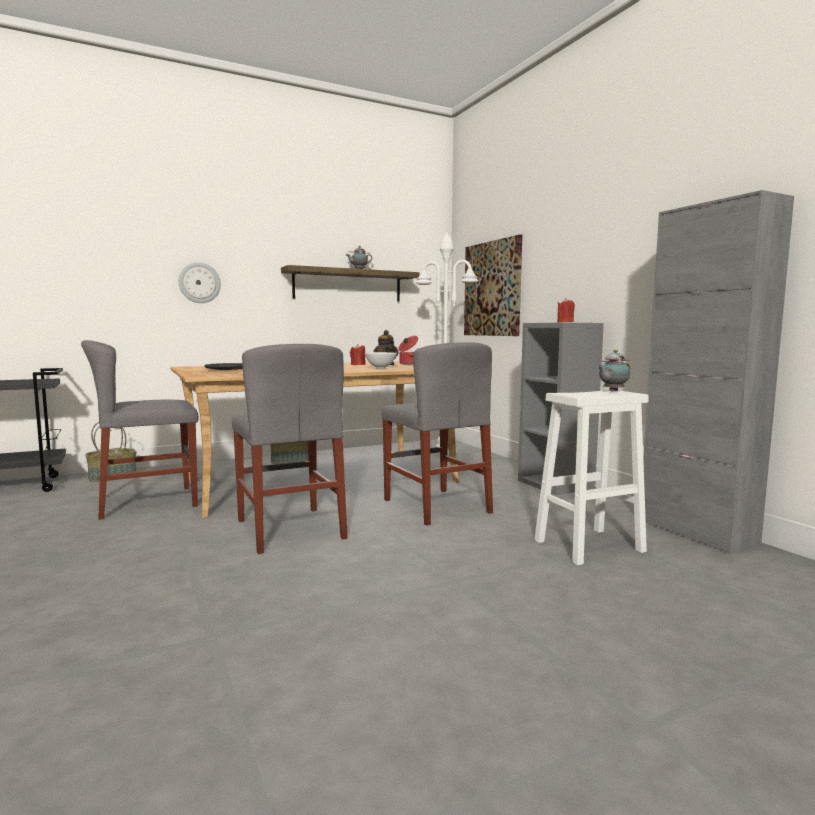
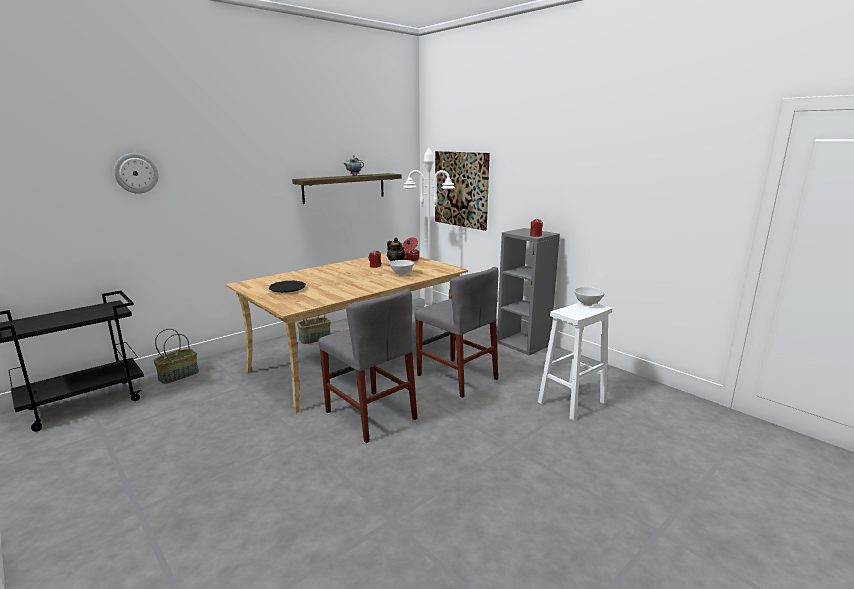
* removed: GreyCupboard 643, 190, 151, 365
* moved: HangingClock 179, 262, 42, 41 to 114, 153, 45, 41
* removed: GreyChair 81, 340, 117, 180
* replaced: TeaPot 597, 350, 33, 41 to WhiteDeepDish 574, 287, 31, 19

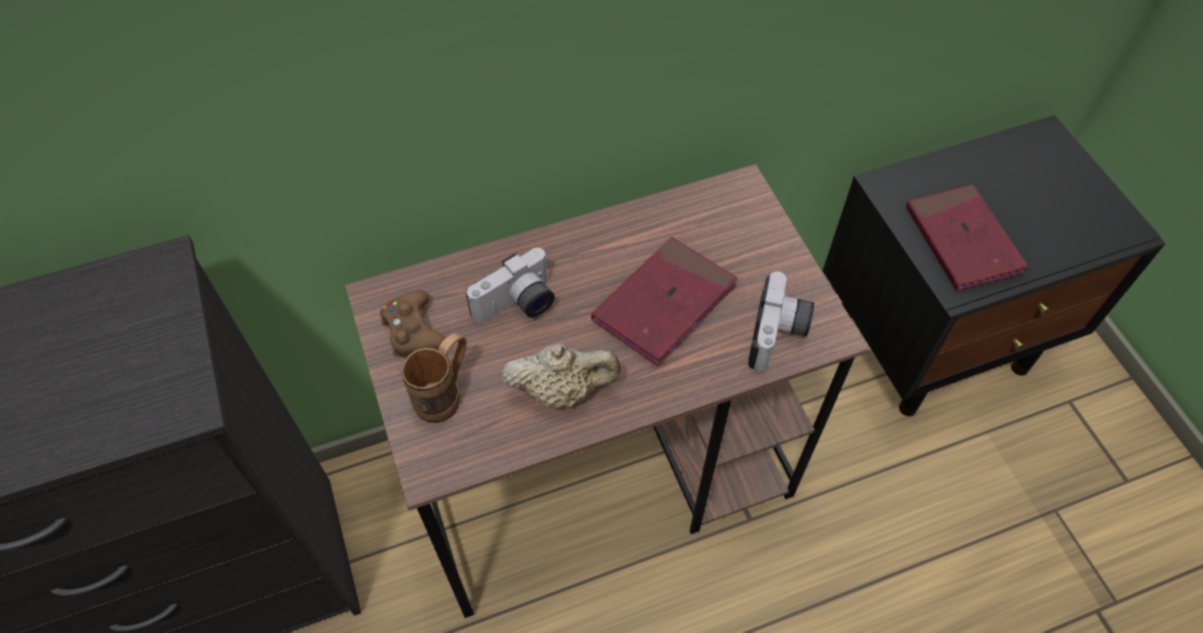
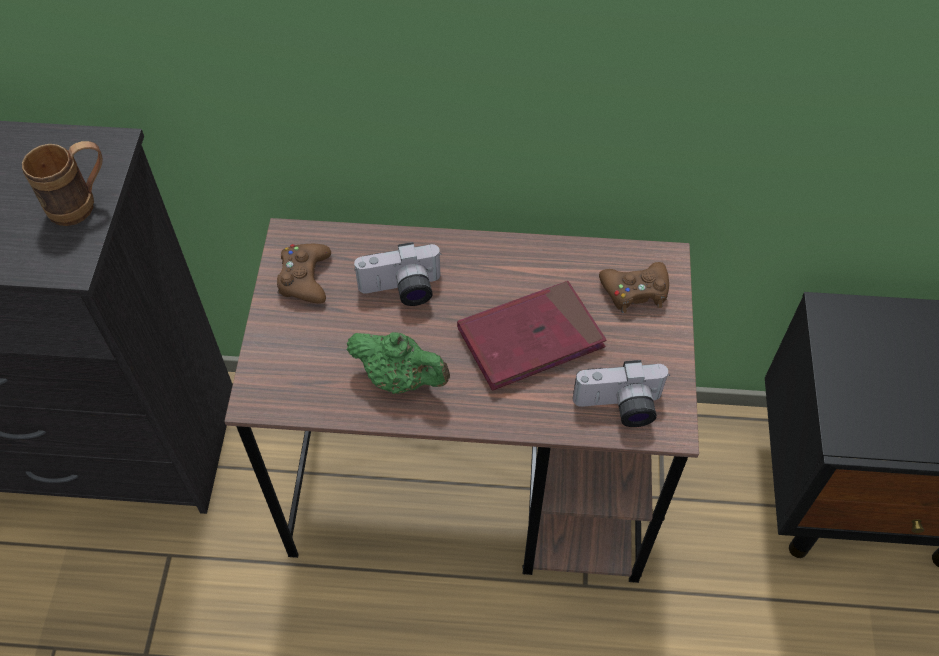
* removed: ReddishVolume 906, 184, 122, 107
* turned: StillCamera 748, 271, 66, 100 = 573, 360, 97, 67 45 degrees clockwise
* moved: BrownishTeaMug 401, 333, 66, 90 to 22, 141, 81, 85
* recoloured: BeigeTeaPot 501, 344, 120, 64 to GreenTeaPot 346, 332, 104, 62
* added: BrownishJoypad 599, 262, 70, 51

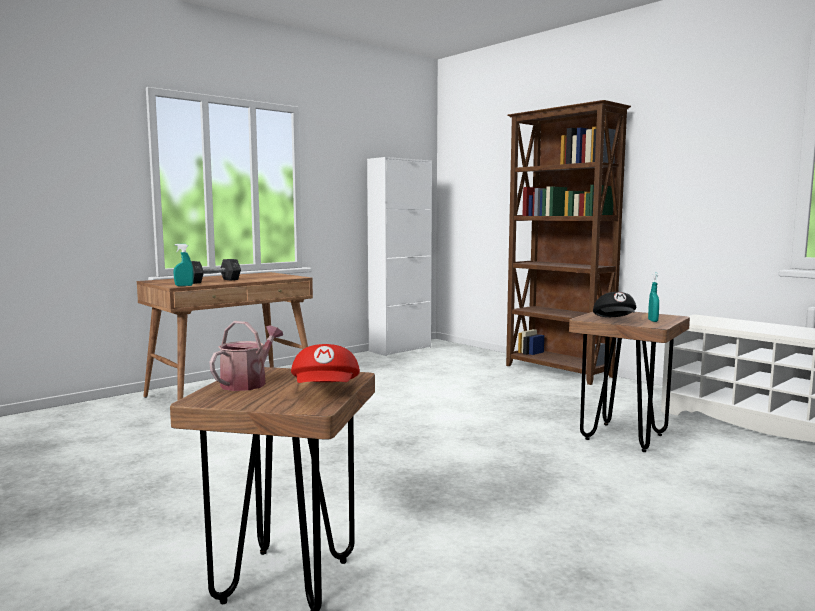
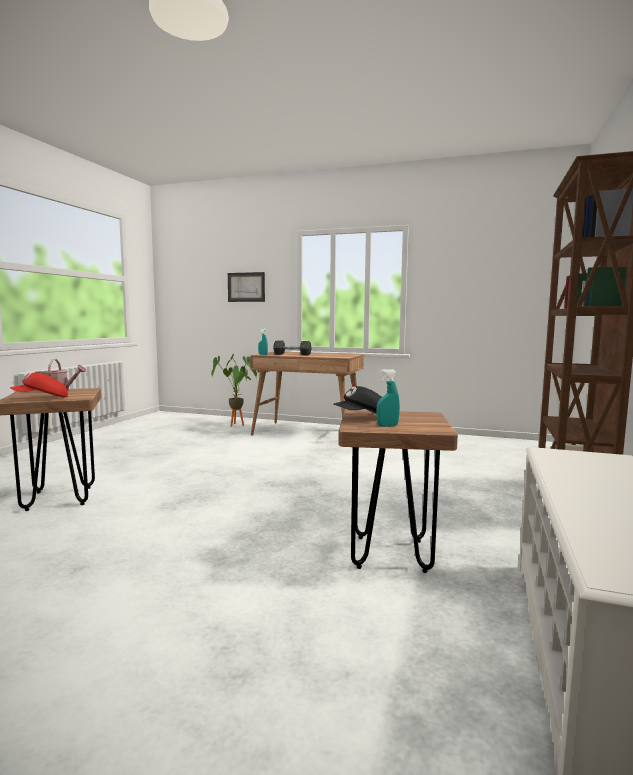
* removed: WhiteCupboard 367, 157, 65, 199
* added: WallArt 228, 272, 37, 30
* added: PottedPlant 211, 354, 46, 73

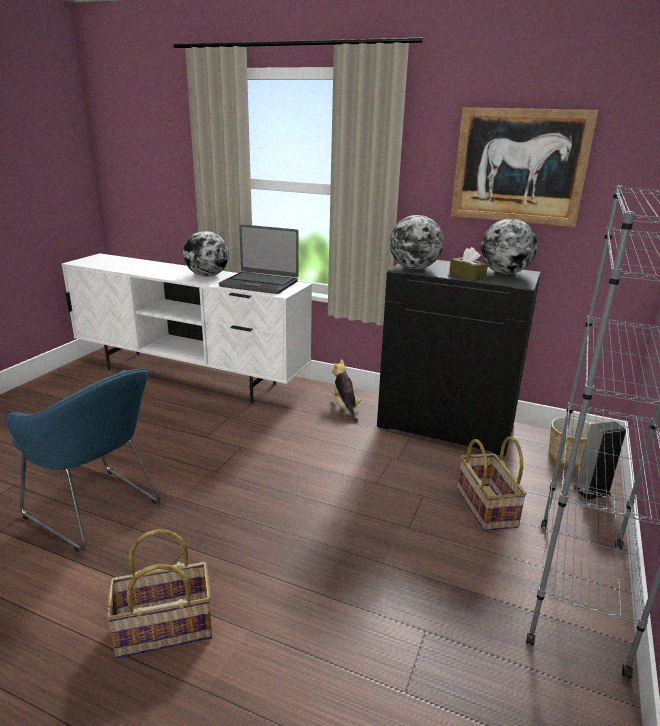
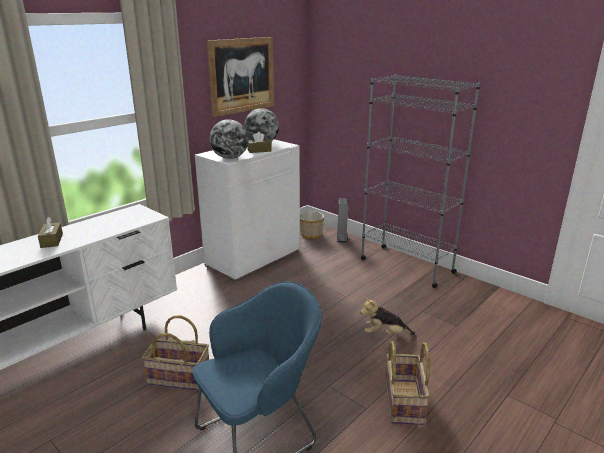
* removed: Laptop 219, 224, 80, 70
* replaced: WorldGlobe 183, 231, 46, 46 to BrownishBoxOfTissues 38, 217, 25, 31
* recoloured: BlackishCupboard 377, 260, 164, 196 to WhiteCupboard 195, 139, 105, 142
* moved: PlushToy 332, 359, 29, 64 to 360, 297, 55, 38
* moved: StorageBasket 457, 436, 70, 95 to 142, 316, 67, 75

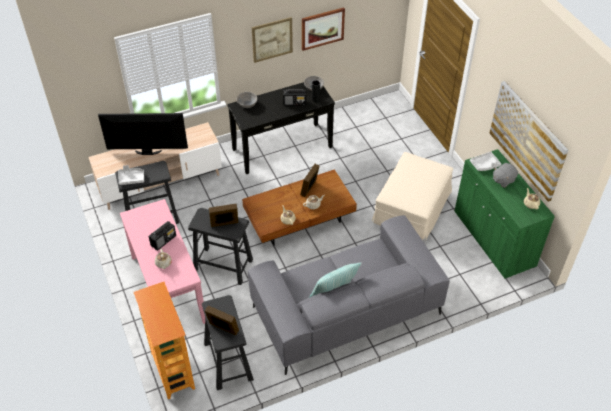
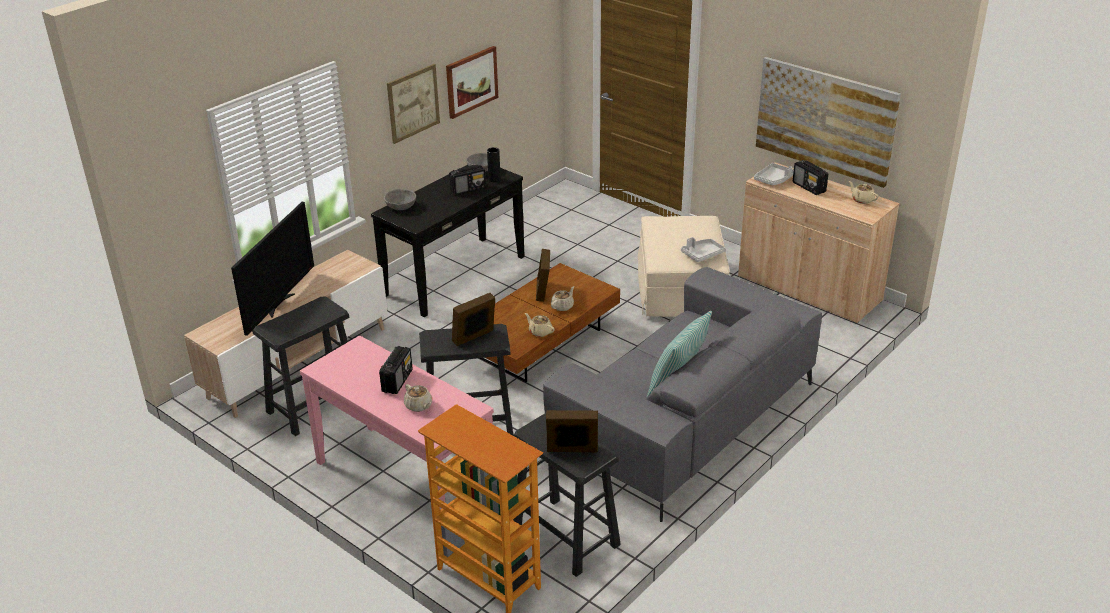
* turned: Television 98, 113, 90, 42 = 231, 202, 83, 134 135 degrees clockwise
* recoloured: GreenCupboard 455, 149, 100, 130 to BeigeCupboard 738, 162, 162, 162
* replaced: GreyPlushToy 493, 163, 25, 25 to Radio 793, 160, 35, 35
* moved: GreyServingTray 119, 165, 25, 20 to 681, 237, 44, 25

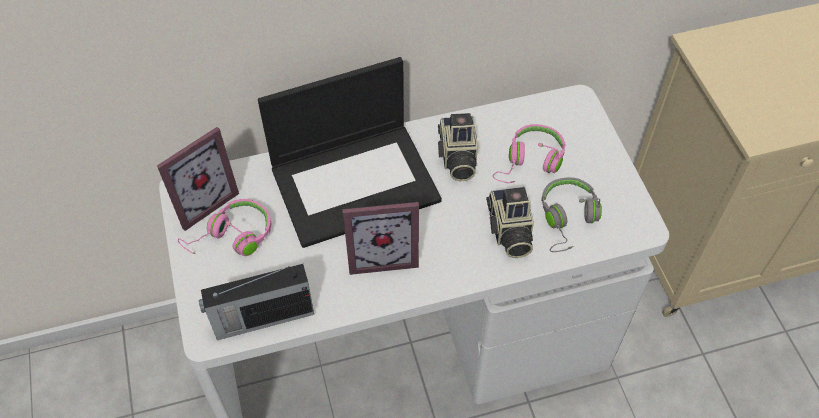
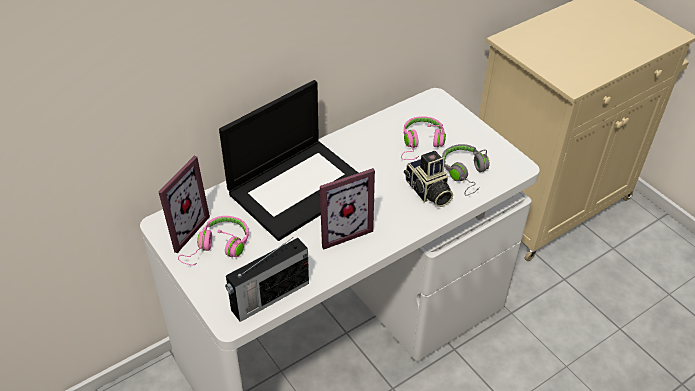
* removed: StillCamera 438, 113, 40, 68

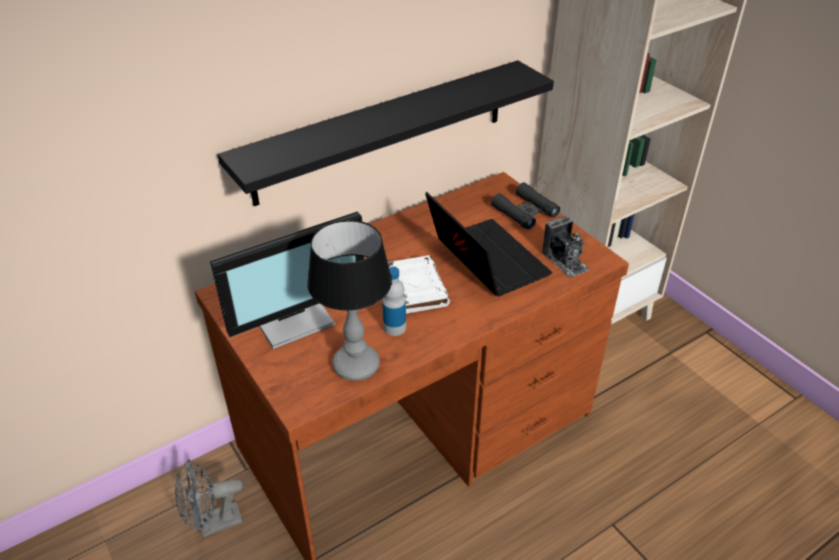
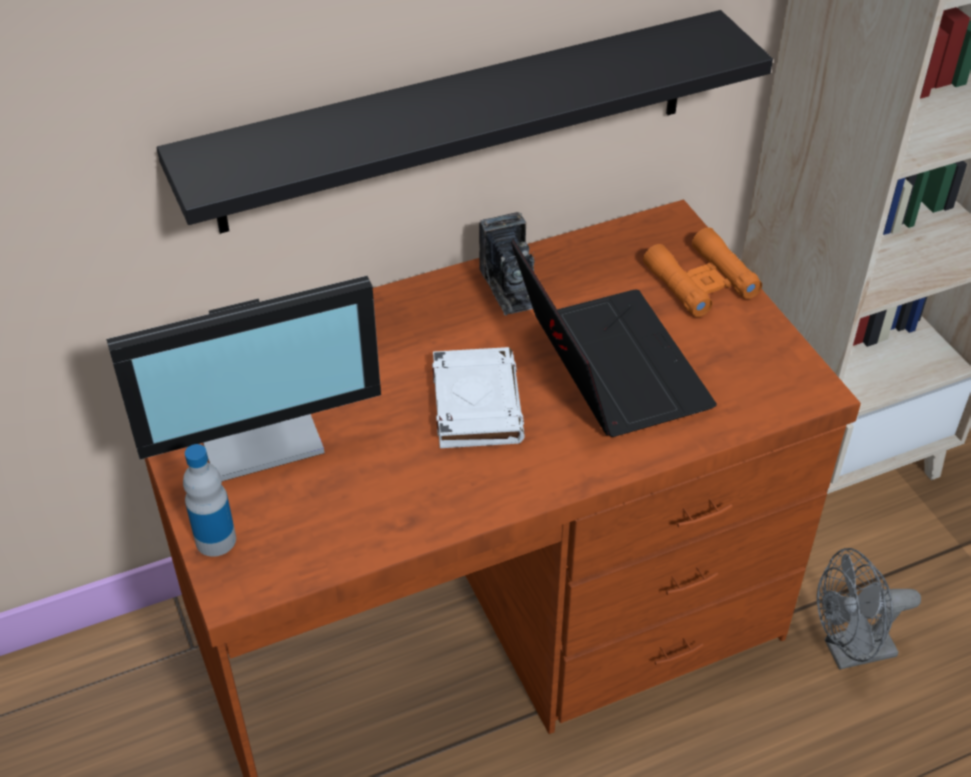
* recoloured: BlackishPairOfBinoculars 491, 182, 69, 48 to OrangePairOfBinoculars 643, 227, 119, 90
* moved: StillCamera 542, 216, 48, 62 to 479, 212, 55, 104
* removed: TableLamp 307, 220, 85, 161
* moved: DrinkBottle 382, 267, 24, 69 to 183, 444, 53, 113
* moved: GreyFan 175, 459, 68, 79 to 817, 548, 104, 122

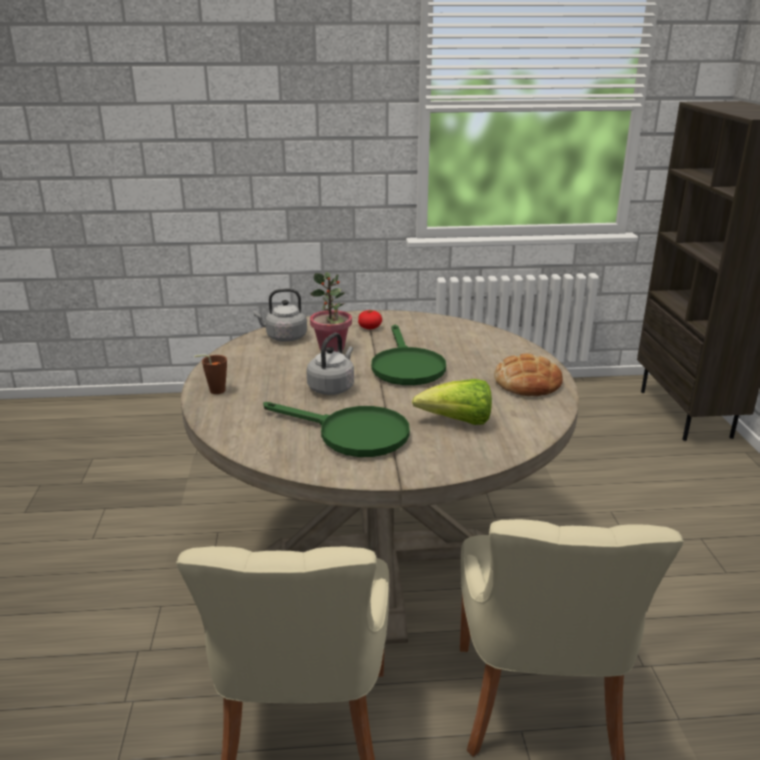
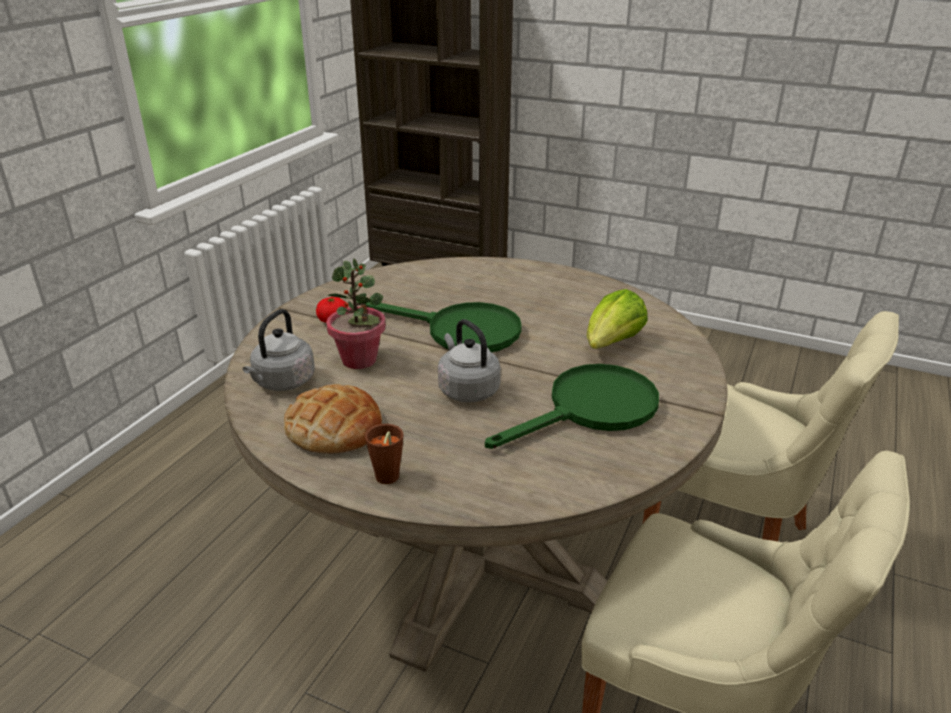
* moved: BakeryBread 494, 353, 69, 43 to 284, 384, 98, 70

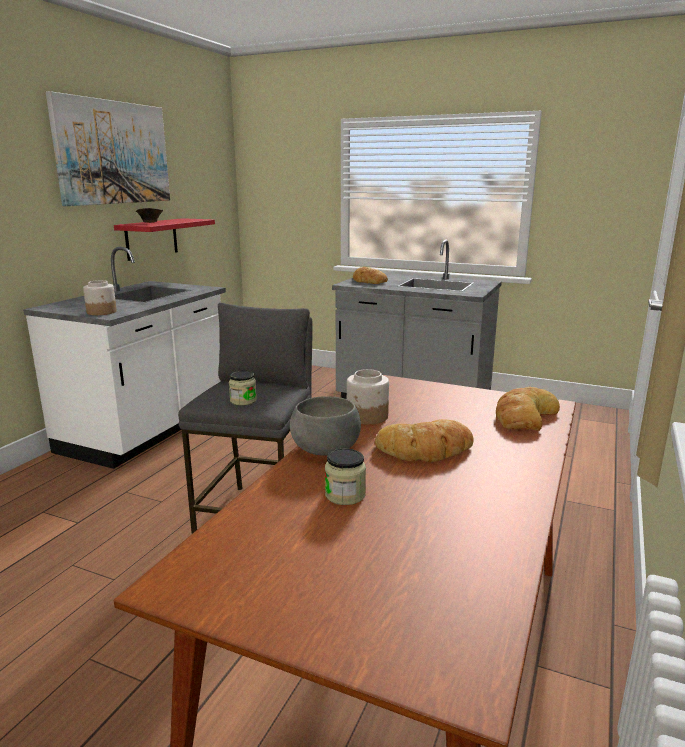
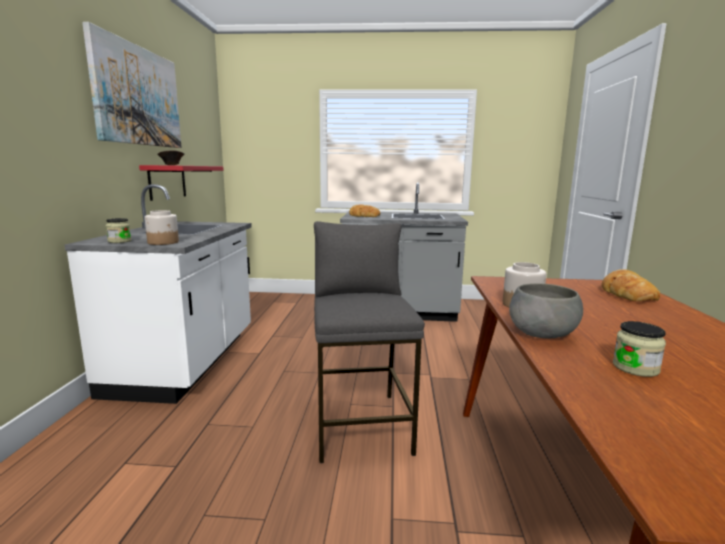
* moved: PreserveJar 229, 371, 28, 34 to 106, 218, 26, 25
* removed: BakeryBread 375, 419, 98, 43

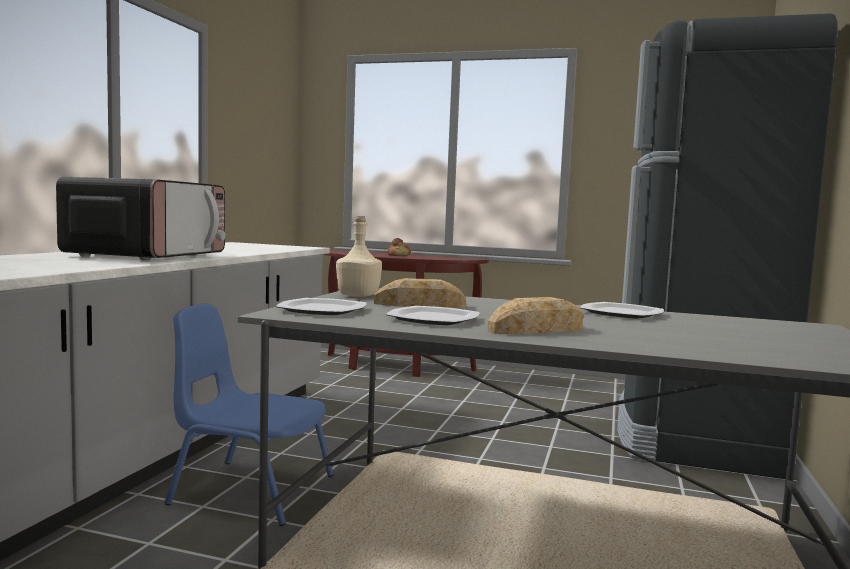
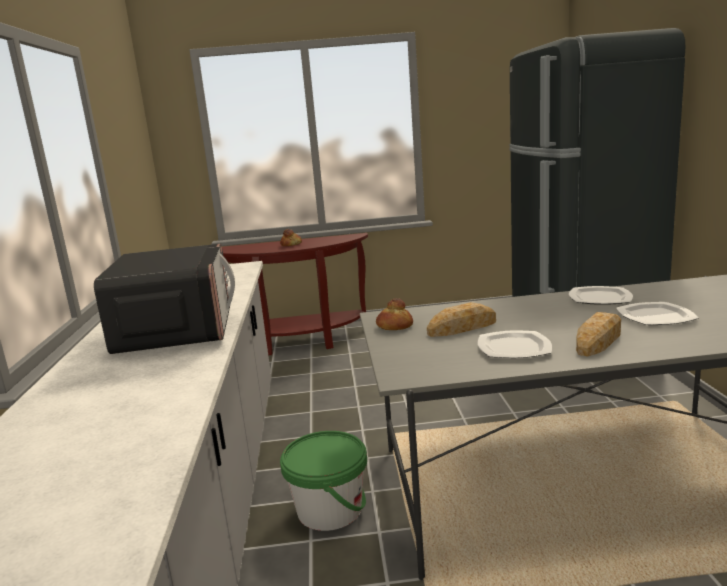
* replaced: BeigeDrinkBottle 336, 216, 46, 81 to BakeryBread 376, 298, 37, 32
* moved: DinnerPlate 275, 298, 91, 17 to 617, 302, 82, 23
* replaced: BlueColouredChair 164, 304, 170, 222 to GreenPail 280, 431, 87, 100

